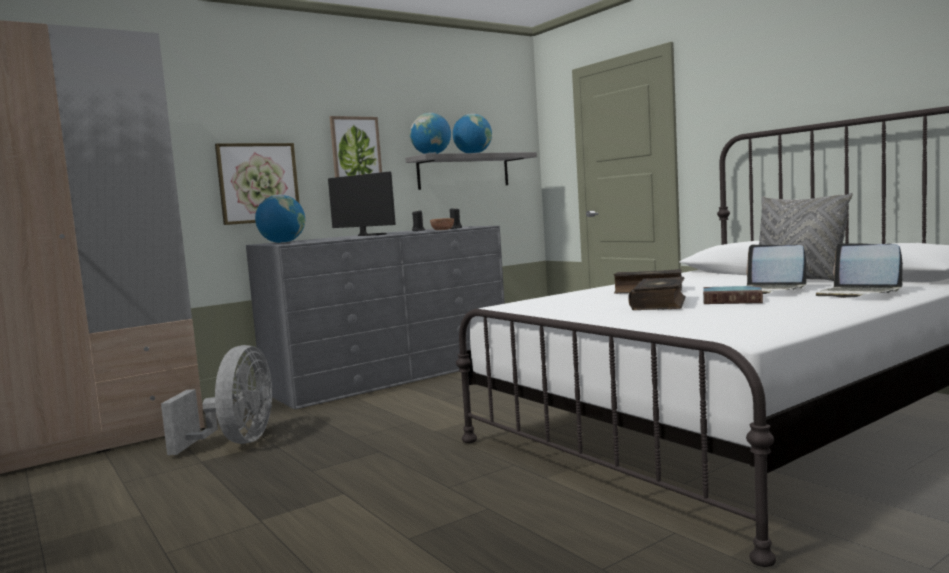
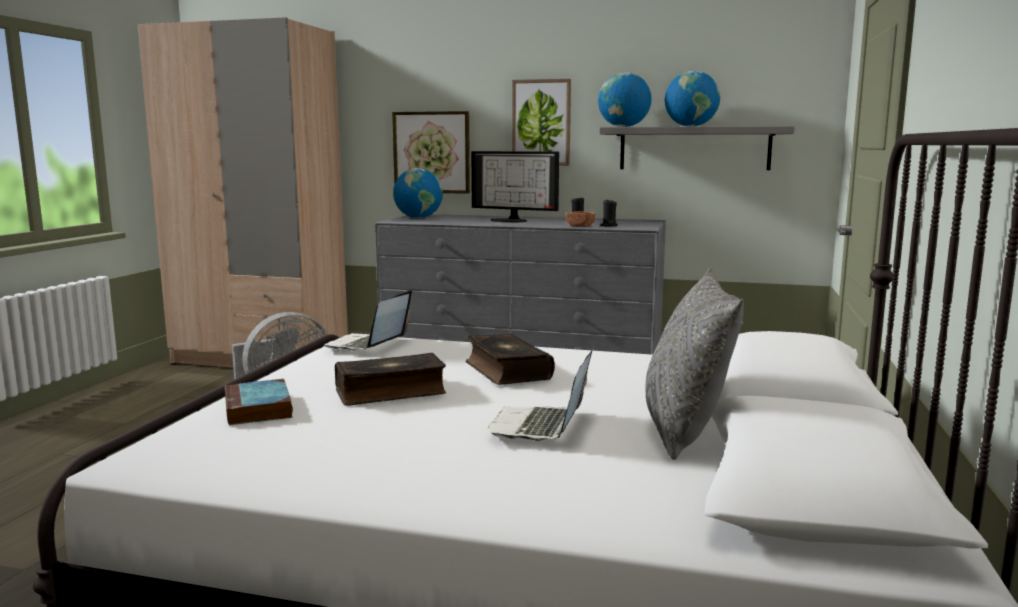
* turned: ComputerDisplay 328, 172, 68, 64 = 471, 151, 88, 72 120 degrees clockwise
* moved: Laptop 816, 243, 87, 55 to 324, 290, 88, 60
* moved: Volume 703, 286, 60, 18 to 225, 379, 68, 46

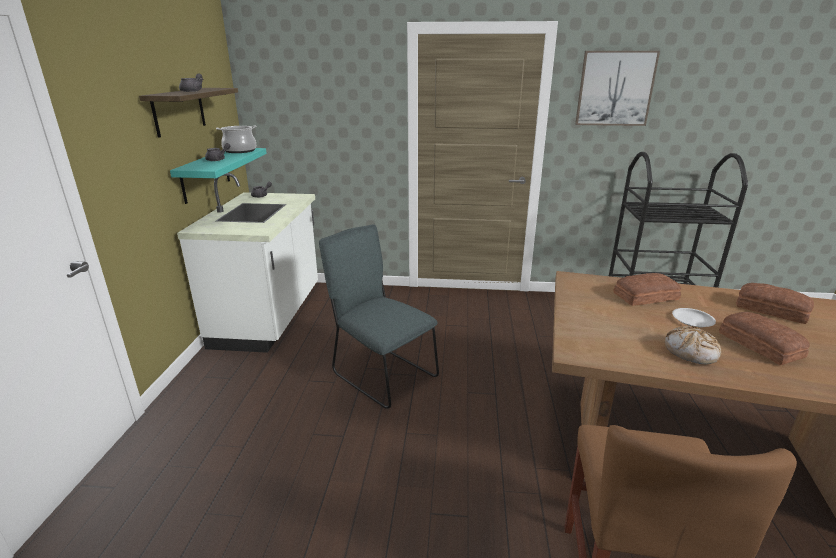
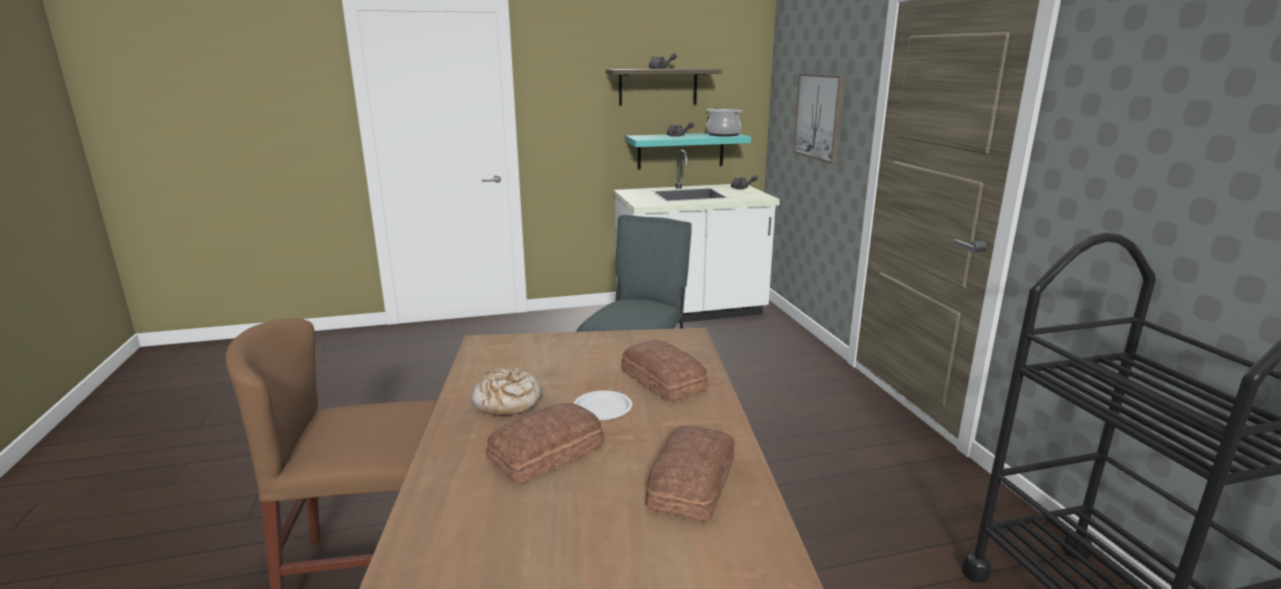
* moved: WallArt 575, 51, 85, 75 to 793, 74, 53, 90

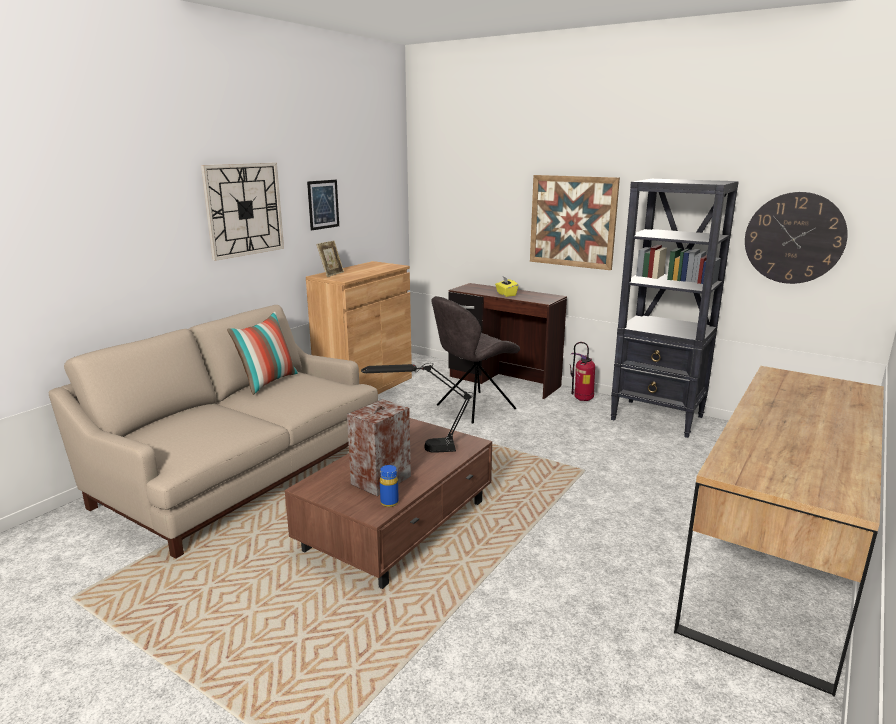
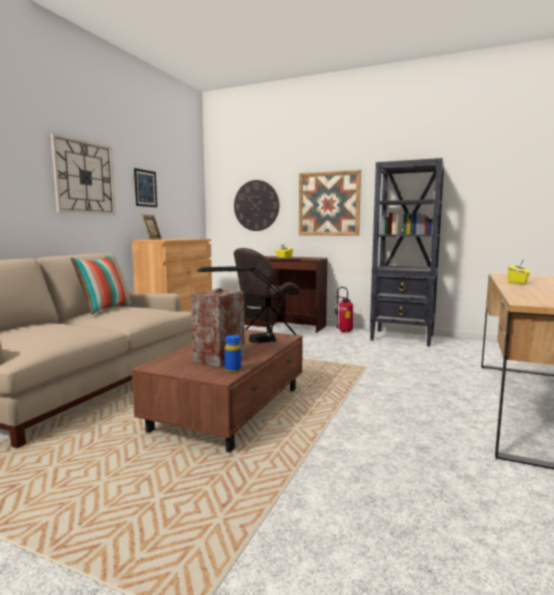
* moved: HangingClock 745, 192, 103, 92 to 234, 180, 45, 51
* added: YellowishBoxOfTissues 508, 260, 22, 24

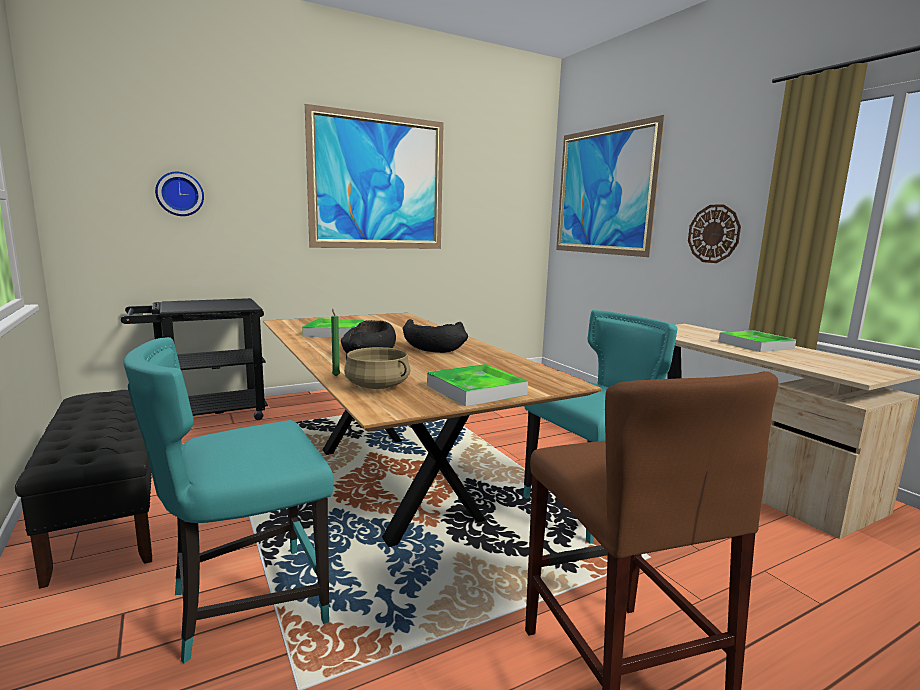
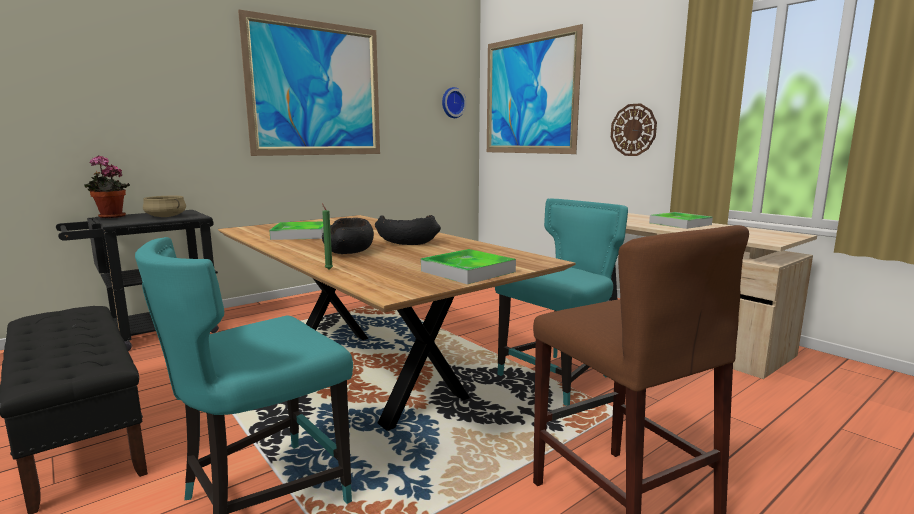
* moved: HangingClock 155, 172, 49, 44 to 442, 87, 24, 31
* moved: BeigeCookingPot 344, 347, 67, 42 to 143, 196, 43, 21
* added: PottedPlant 84, 155, 46, 63

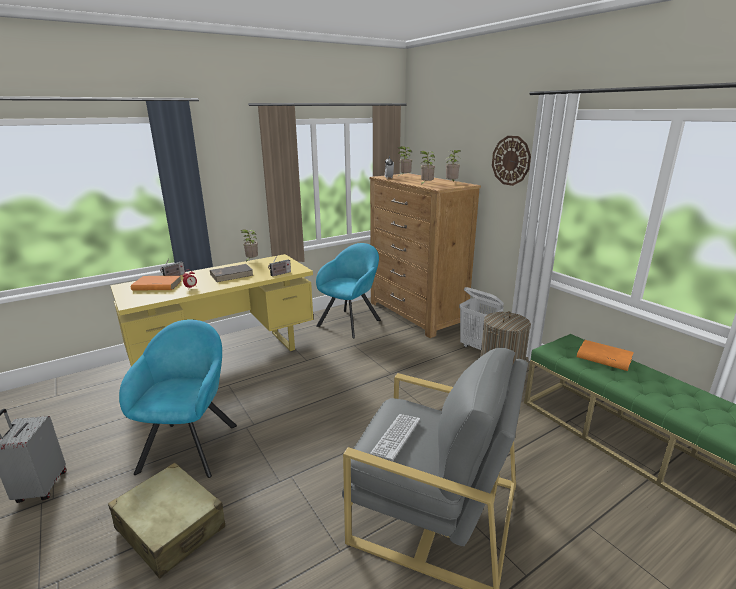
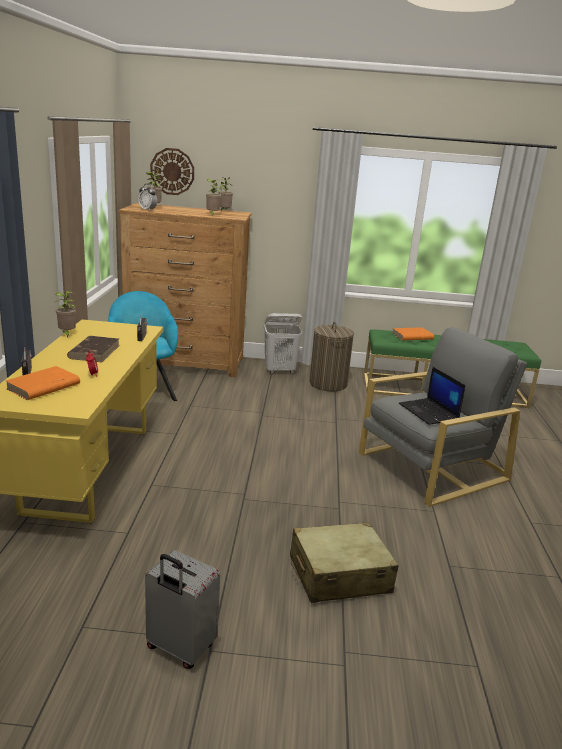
* moved: HangingClock 492, 136, 39, 50 to 150, 148, 44, 47
* removed: BlueGreenEasyChair 119, 319, 118, 159
* replaced: Keyboard 370, 414, 50, 47 to Laptop 399, 367, 67, 58

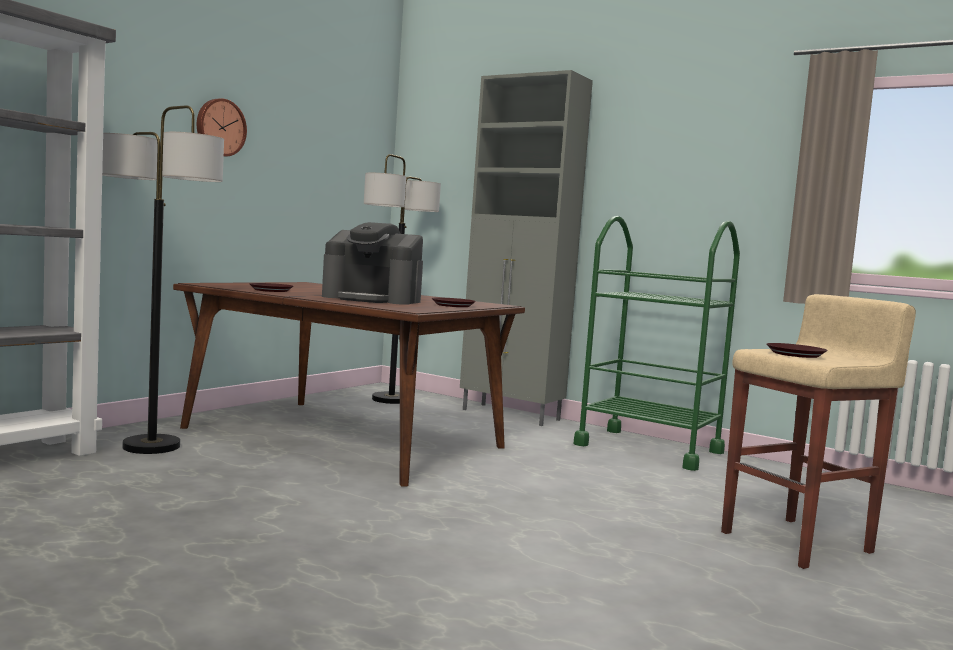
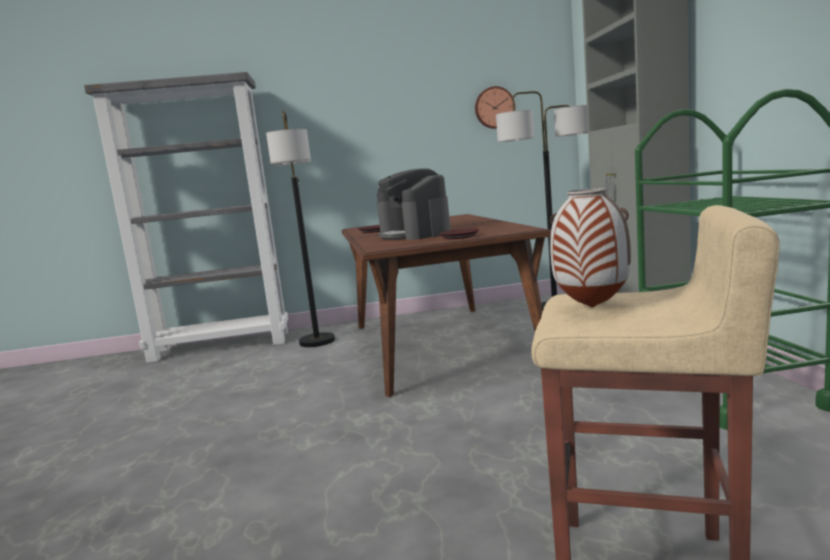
* moved: HangingClock 197, 98, 50, 58 to 475, 86, 40, 43
* replaced: BrownishDinnerPlate 767, 343, 61, 15 to DecorativeVase 550, 188, 81, 120

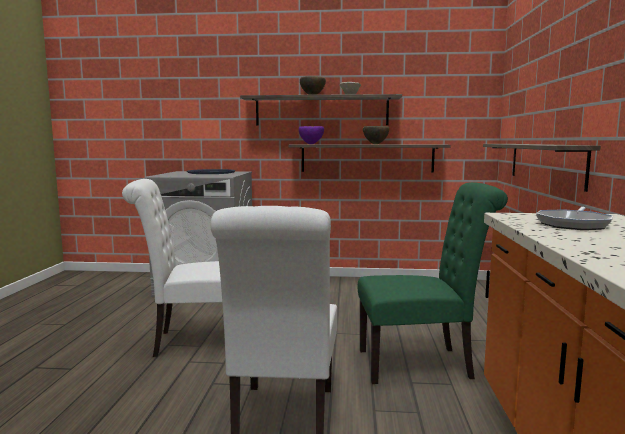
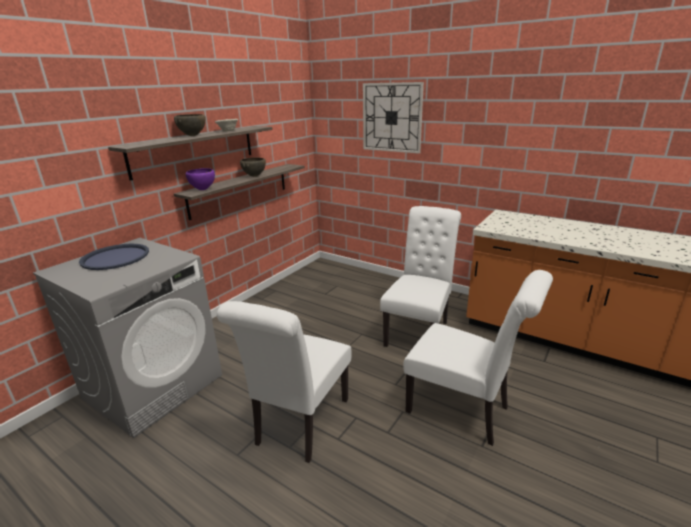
* removed: WallShelf 483, 144, 118, 48
* recoloured: GreenChair 358, 182, 150, 202 to WhiteChair 380, 206, 81, 141
* removed: FryingPan 536, 207, 77, 23
* added: HangingClock 363, 82, 61, 72

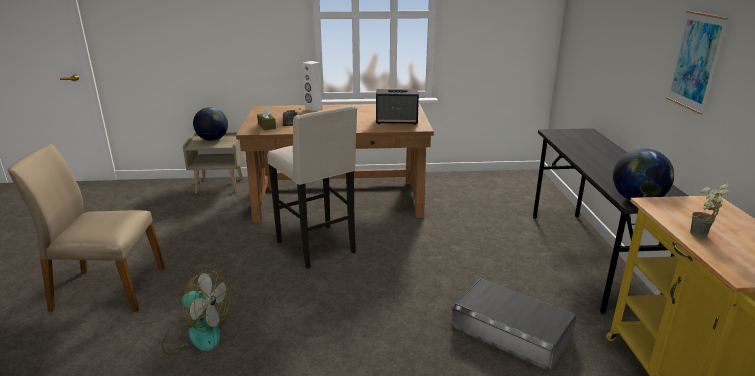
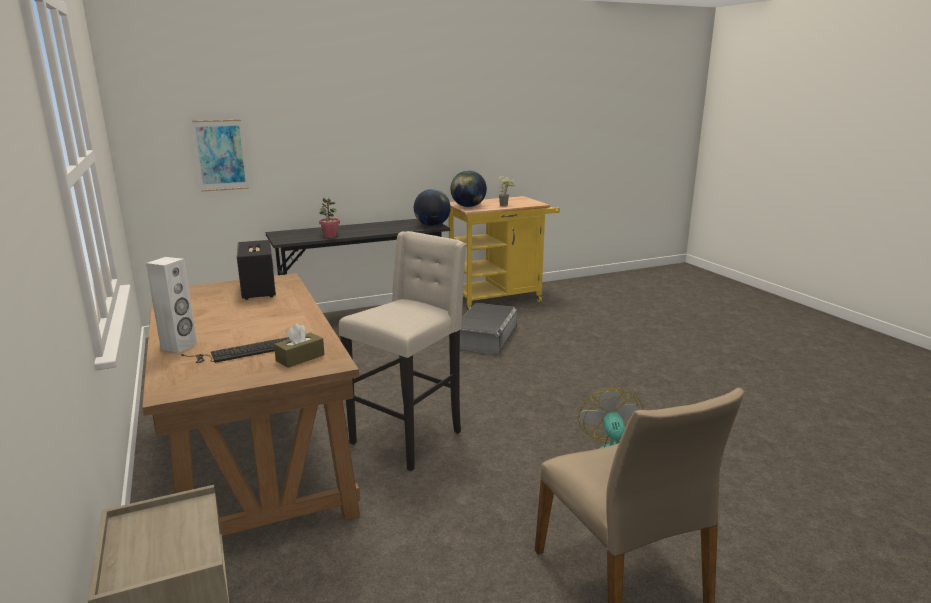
* moved: WallArt 666, 11, 62, 103 to 192, 120, 57, 72
* moved: WorldGlobe 193, 107, 35, 34 to 450, 171, 37, 36
* added: PottedPlant 319, 197, 21, 41

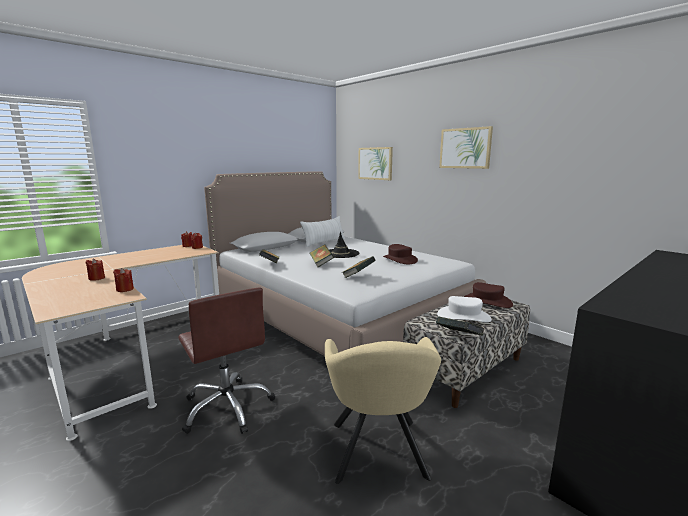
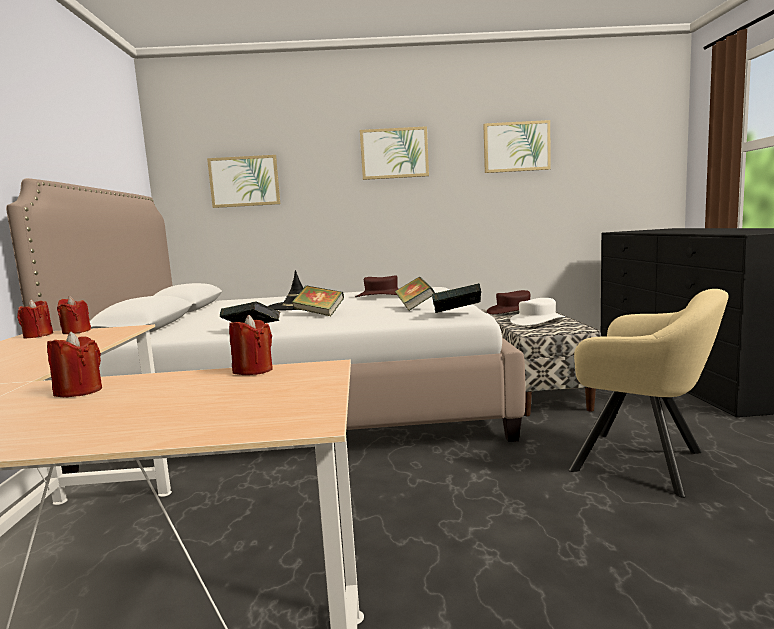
* removed: WhitePillow 300, 216, 45, 31
* removed: BrownishComputerChair 178, 287, 97, 147
* moved: Volume 436, 316, 49, 20 to 432, 283, 49, 30
* added: WallArt 483, 120, 68, 53

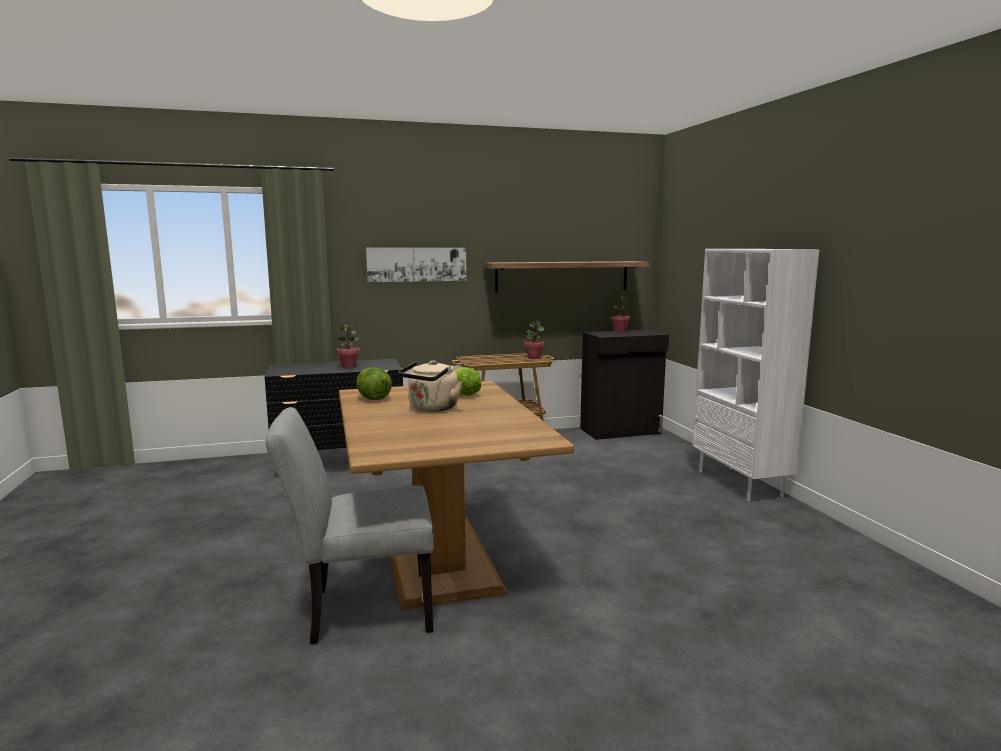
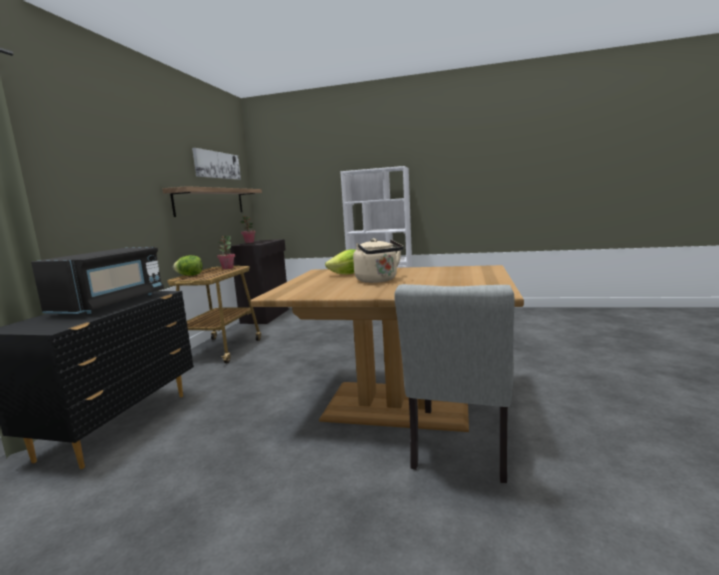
* moved: WallArt 366, 248, 101, 34 to 192, 148, 49, 32
* replaced: PottedPlant 337, 324, 23, 44 to BlackishMicrowaveOven 31, 247, 133, 67
* moved: Lettuce 356, 367, 36, 33 to 173, 255, 30, 21

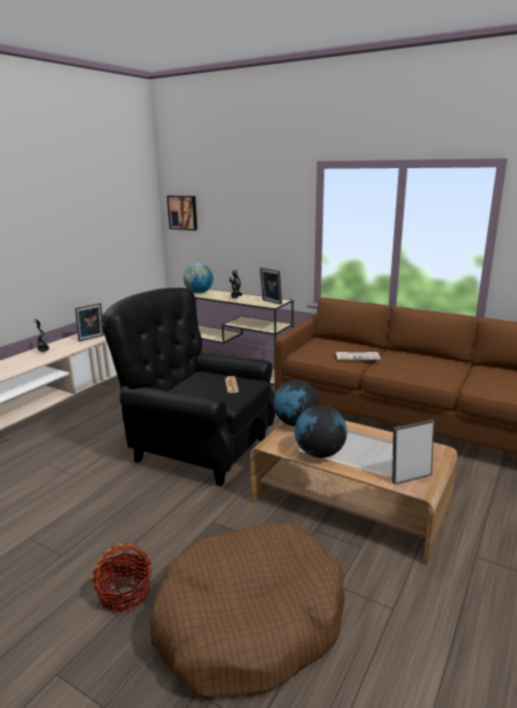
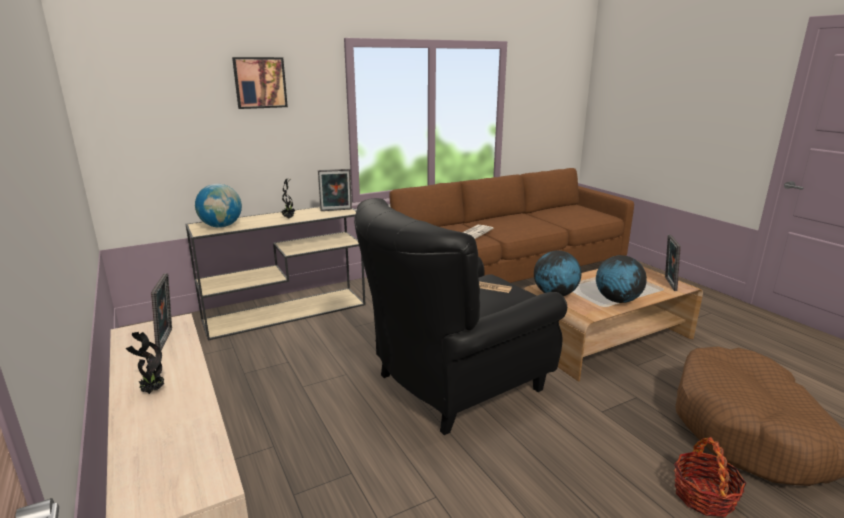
* moved: WallArt 167, 195, 30, 36 to 232, 57, 56, 52

